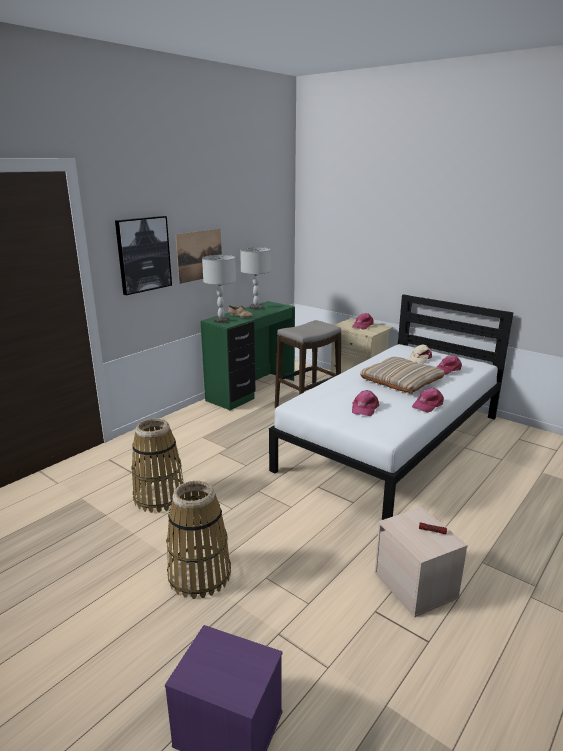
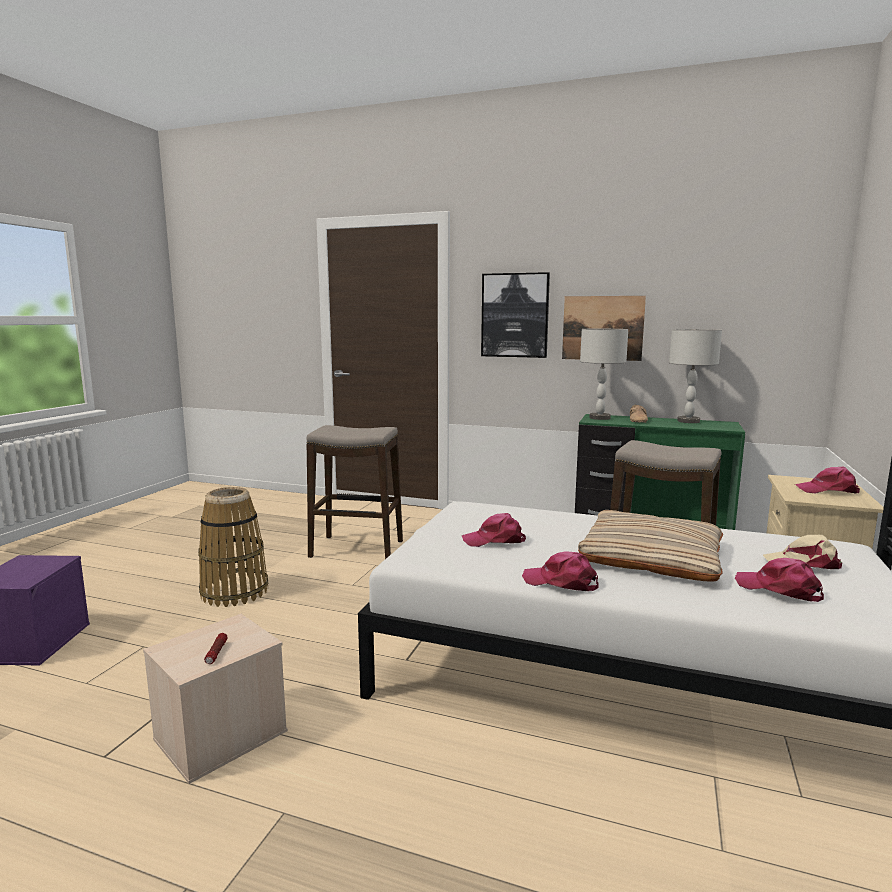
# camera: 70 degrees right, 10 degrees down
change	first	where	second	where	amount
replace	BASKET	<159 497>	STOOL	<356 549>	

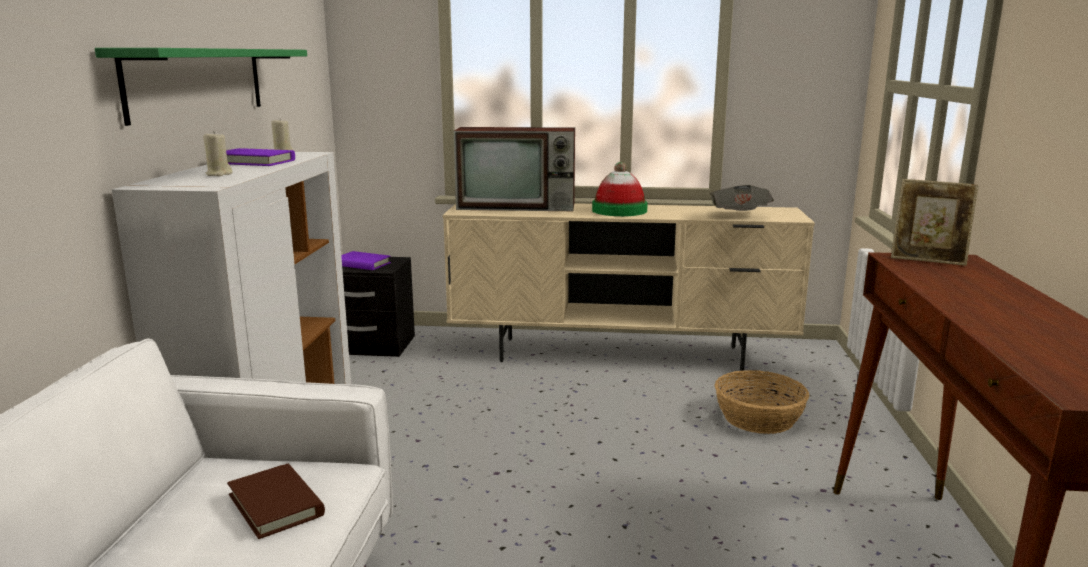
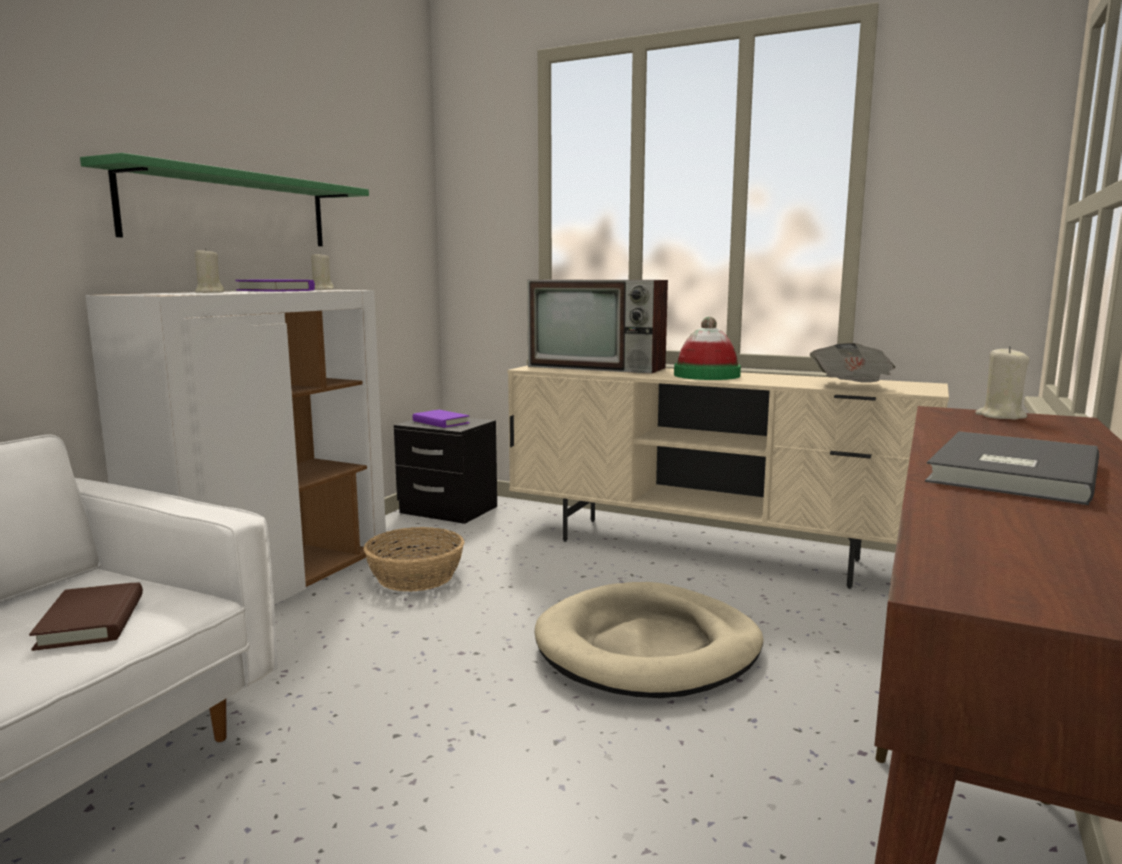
# camera: 20 degrees right, 5 degrees down
change	first	where	second	where	amount
move	BASKET	<758 418>		<416 576>	
insert			BEIGE DOG BED	<648 648>	
insert			GREY BOOK	<1008 472>	
replace	PICTURE FRAME	<928 259>	BEIGE CANDLE	<1000 416>	

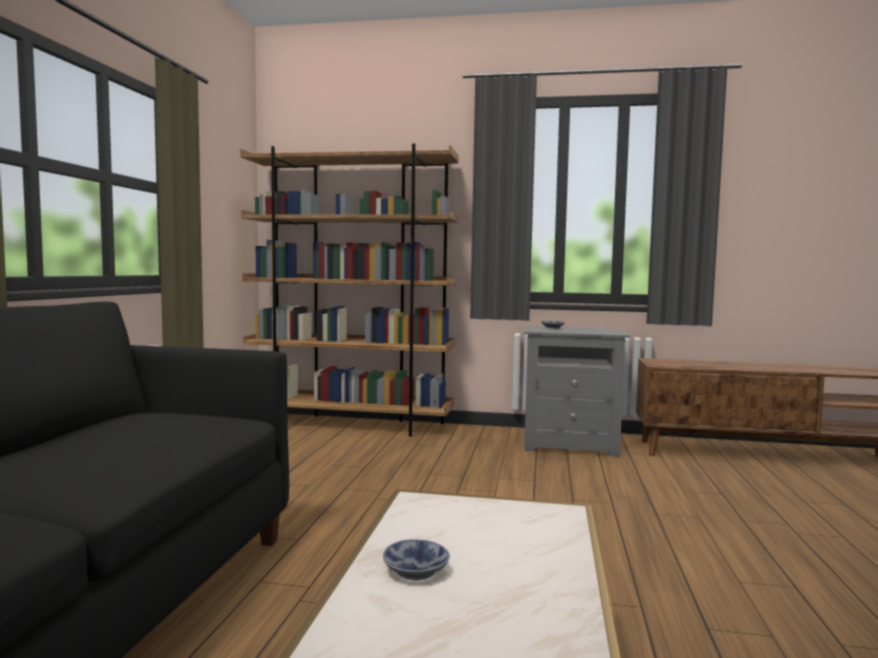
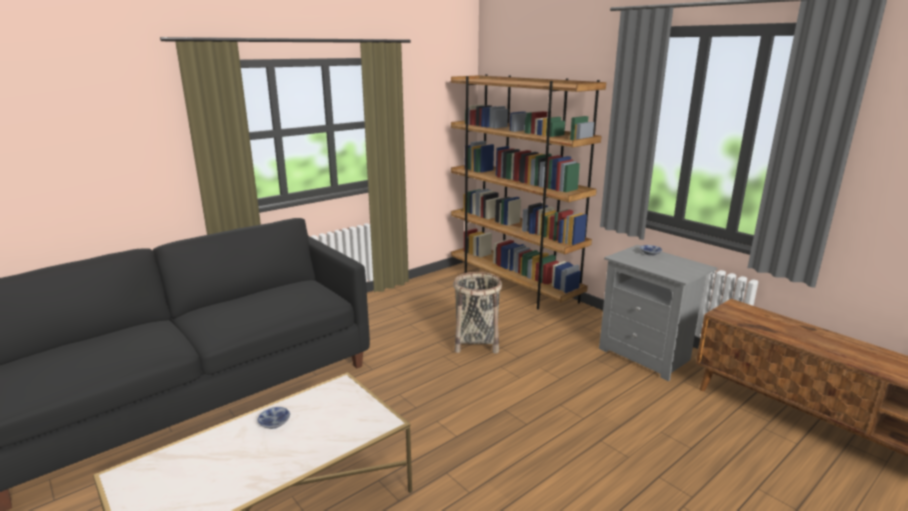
# camera: 40 degrees right, 15 degrees up
change	first	where	second	where	amount
insert			BASKET	<476 342>	

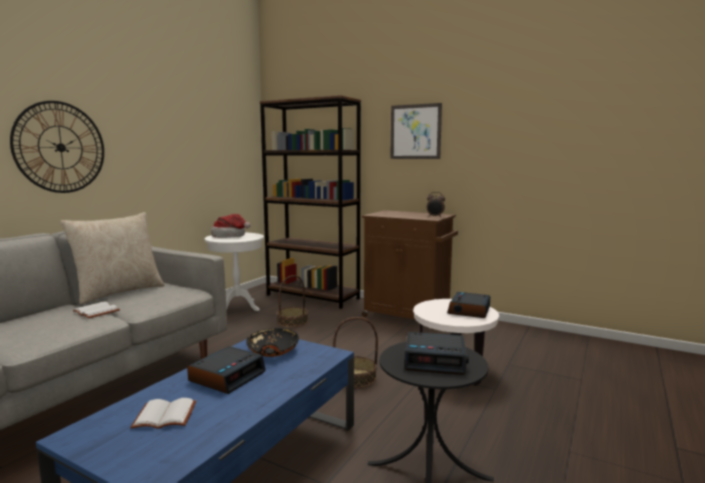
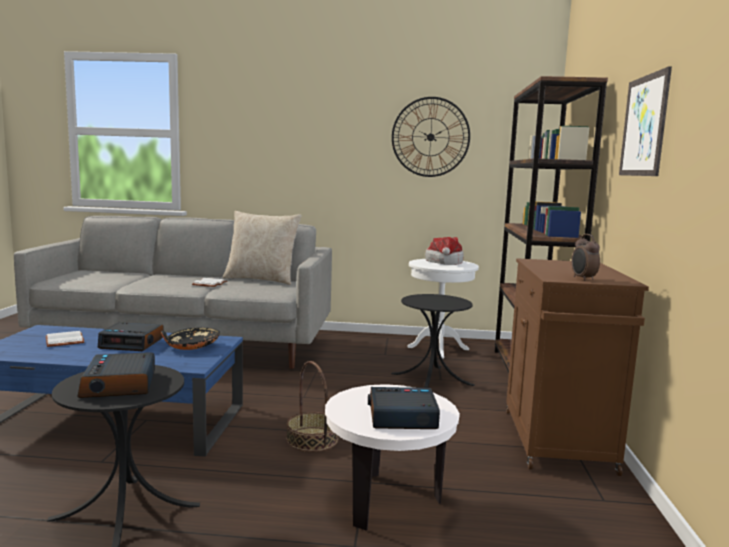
# camera: 65 degrees right, 0 degrees up
change	first	where	second	where	amount
replace	BASKET	<292 322>	BLACK SIDE TABLE	<432 379>	
move	WALL CLOCK	<60 147>		<430 137>	

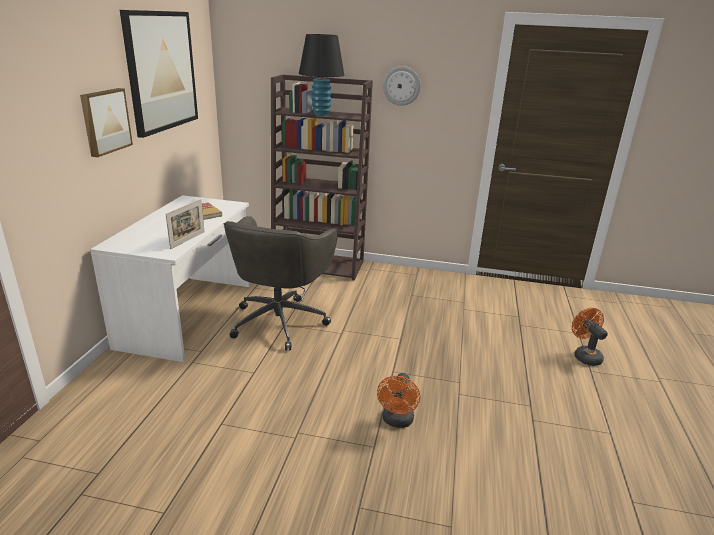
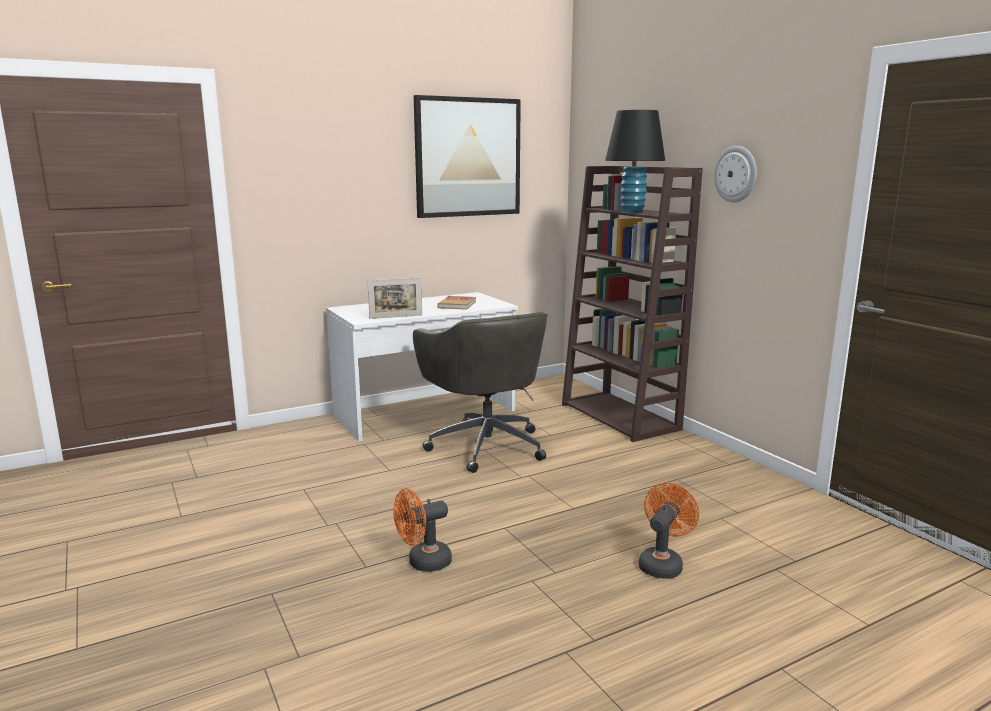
# camera: 50 degrees right, 10 degrees down
change	first	where	second	where	amount
rotate	GREY OFFICE CHAIR	<280 321>		<485 445>	90 degrees counterclockwise
move	ORANGE FAN	<584 355>		<662 563>	
delete	PICTURE	<105 121>			

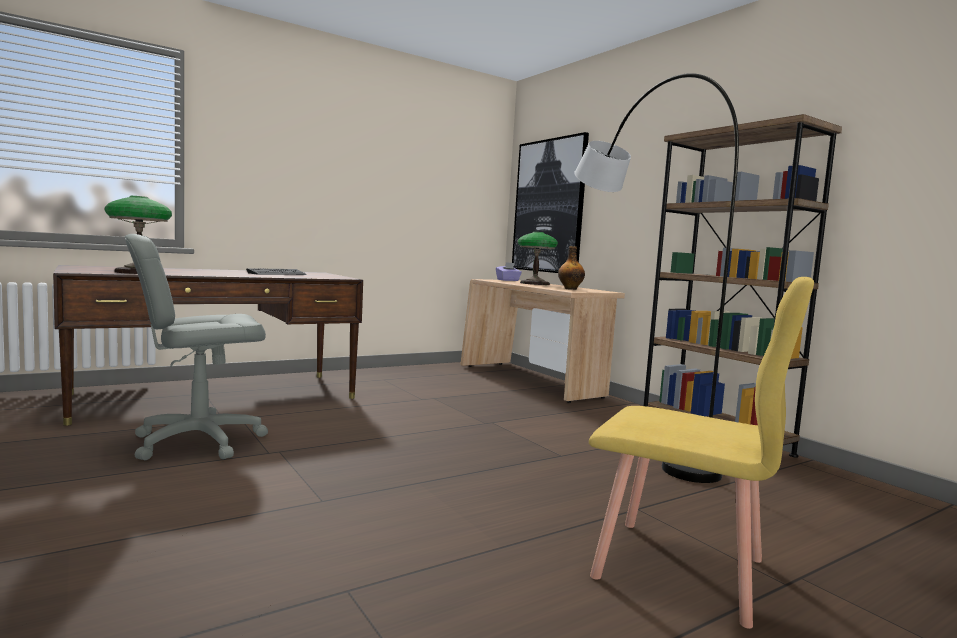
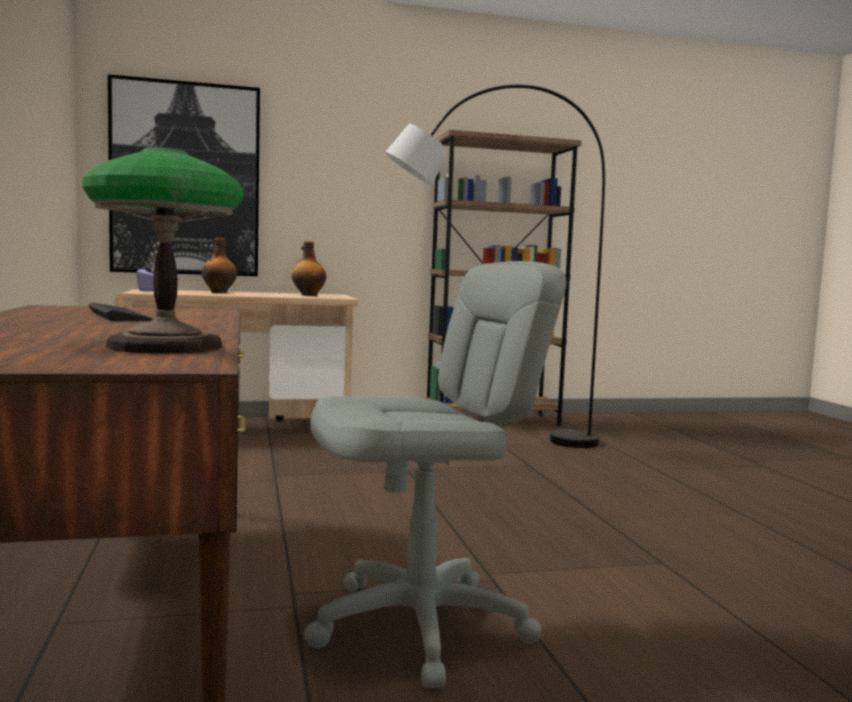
# camera: 70 degrees left, 0 degrees up
change	first	where	second	where	amount
replace	TABLE LAMP	<535 283>	BOTTLE	<219 292>	
rotate	GREY OFFICE CHAIR	<198 441>		<421 626>	105 degrees counterclockwise
delete	YELLOW CHAIR	<681 569>			

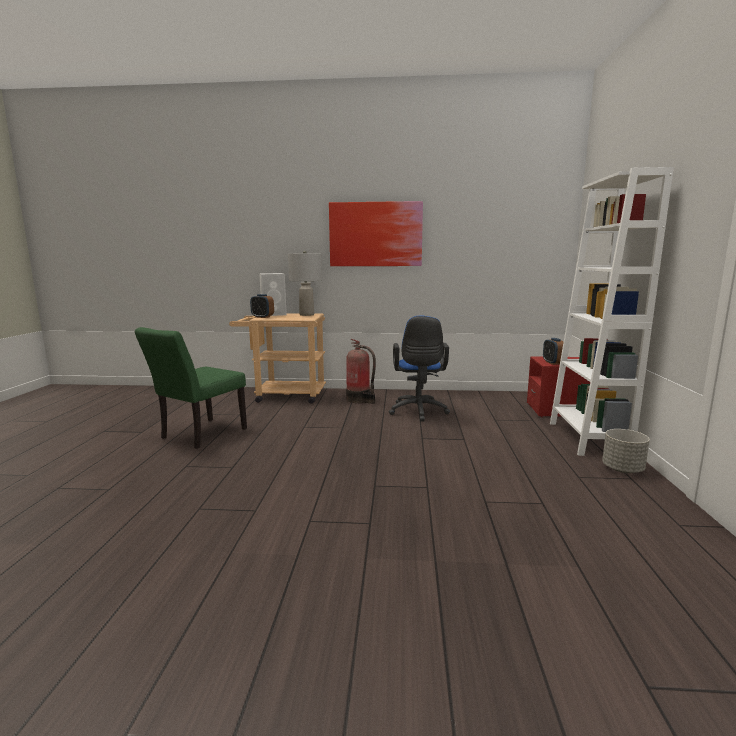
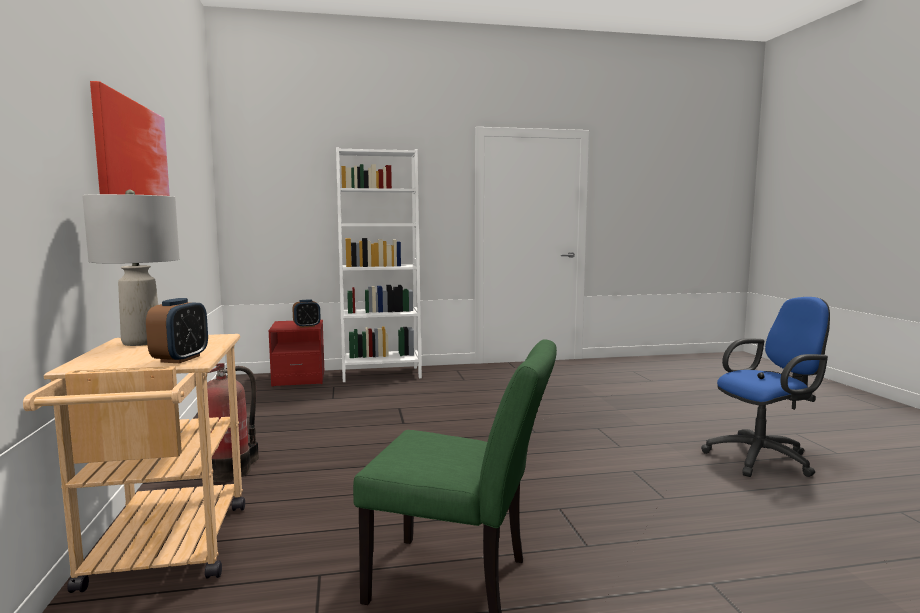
# camera: 105 degrees left, 5 degrees down
change	first	where	second	where	amount
move	BLUE OFFICE CHAIR	<418 412>		<764 458>	
delete	WHITE SPEAKER	<274 314>			
delete	GREY PLANTER	<623 469>			

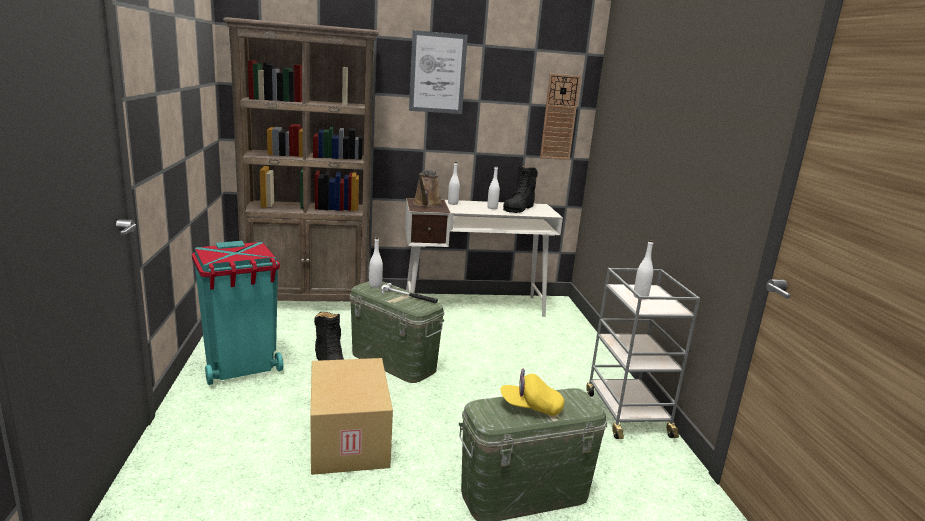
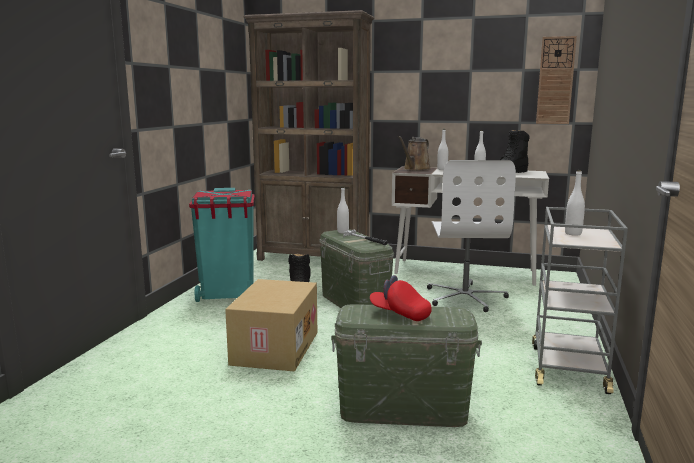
# camera: 25 degrees right, 5 degrees down
change	first	where	second	where	amount
recolor	YELLOW CAP	<530 407>	RED CAP	<400 314>	
insert			WHITE OFFICE CHAIR	<465 297>	
delete	PICTURE	<437 73>			

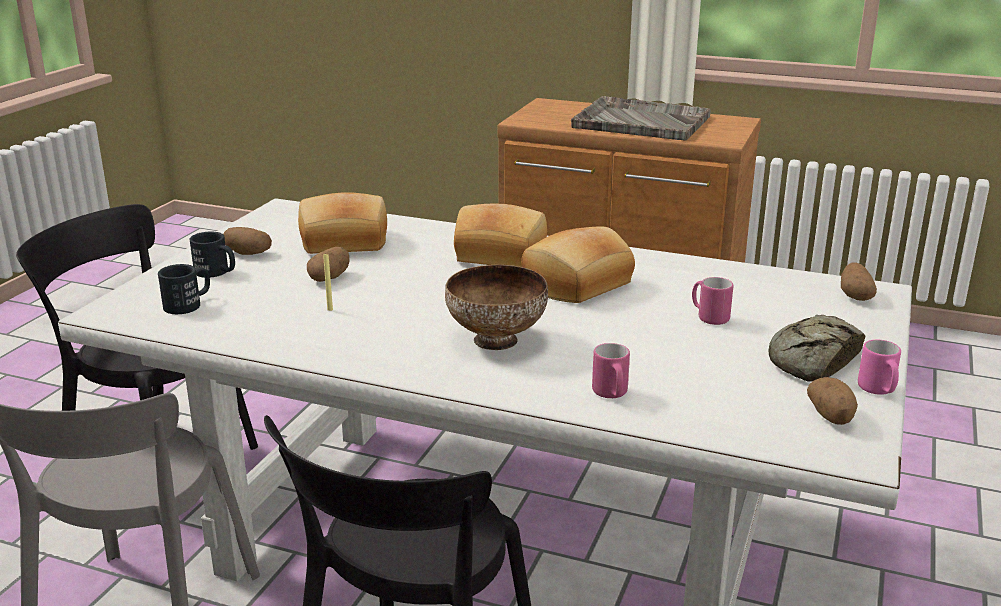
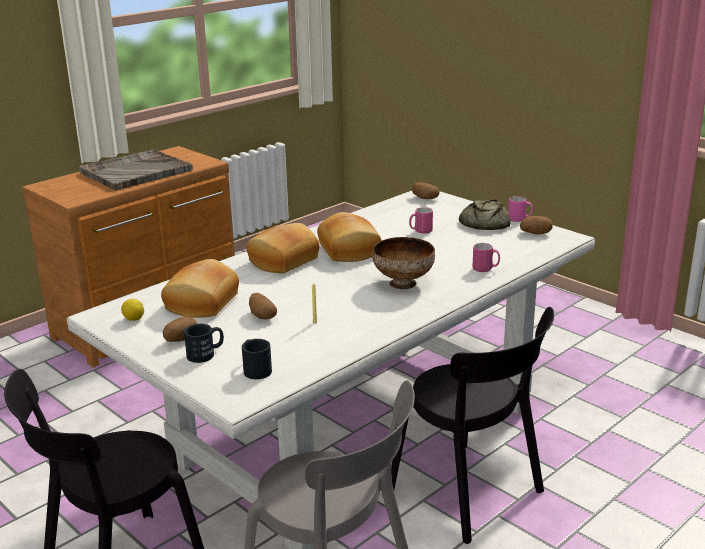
# camera: 65 degrees left, 0 degrees up
change	first	where	second	where	amount
insert			LEMON	<133 319>	

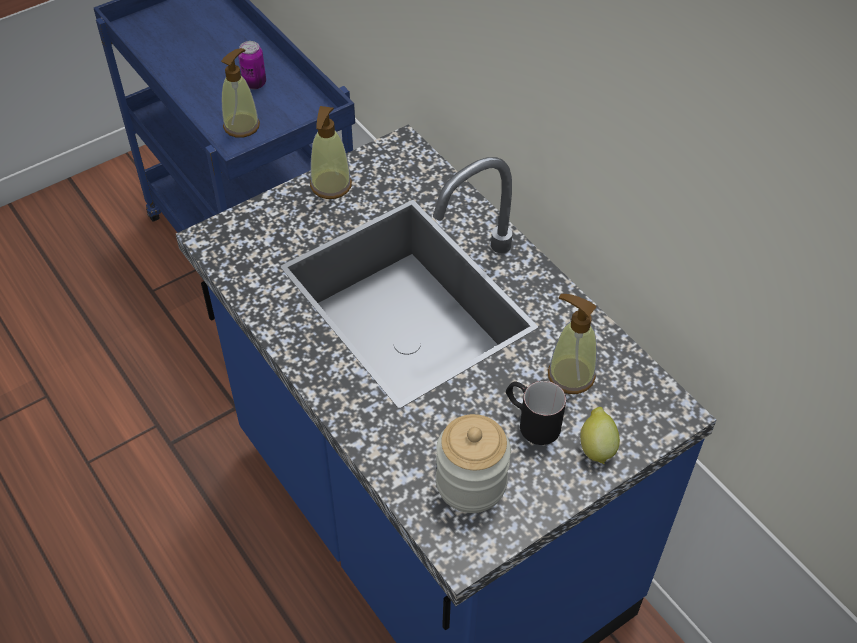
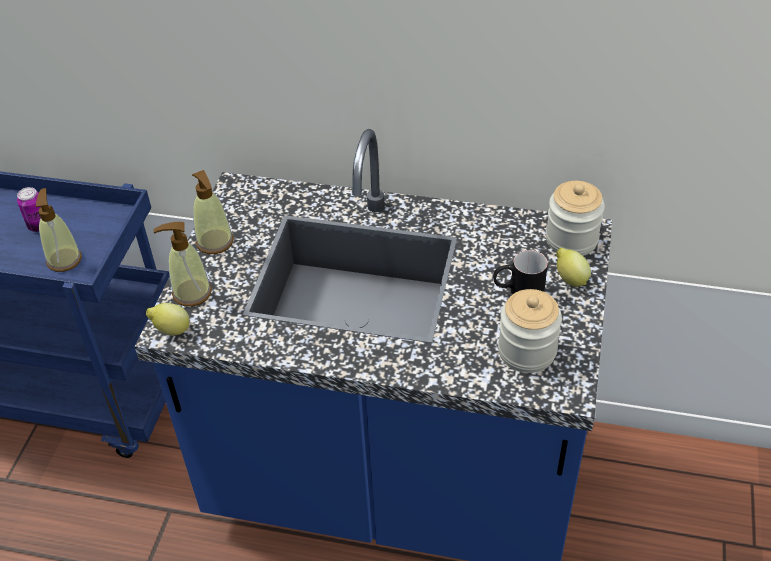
# camera: 40 degrees left, 5 degrees down
change	first	where	second	where	amount
insert			LEMON	<171 330>	
move	SOAP DISPENSER	<570 375>		<191 293>	
insert			JAR	<571 239>	

